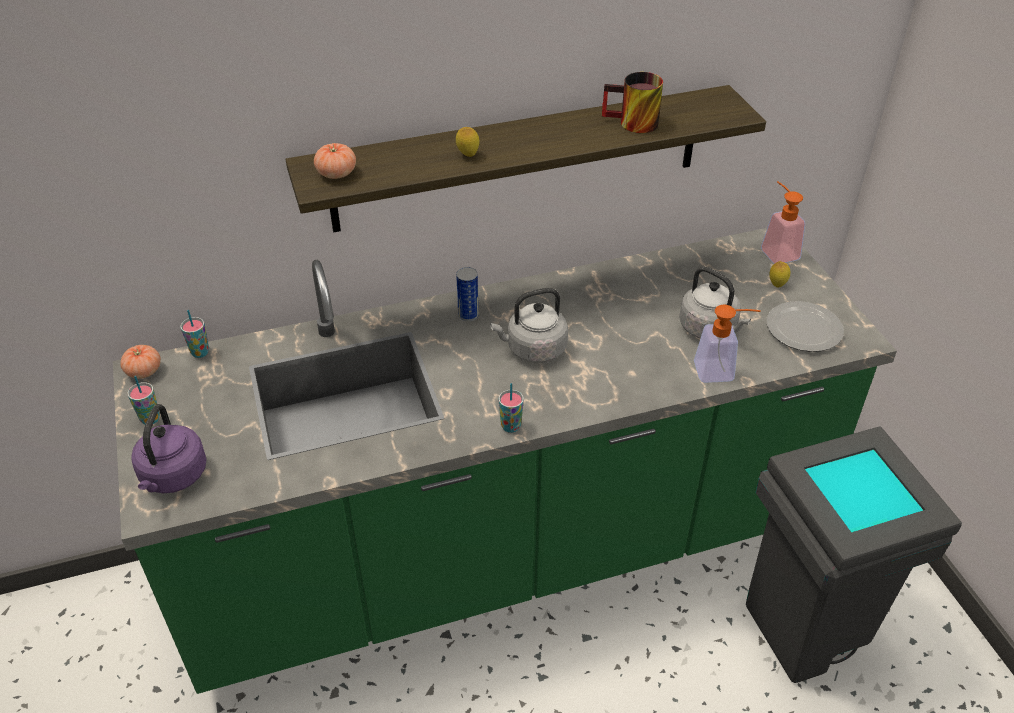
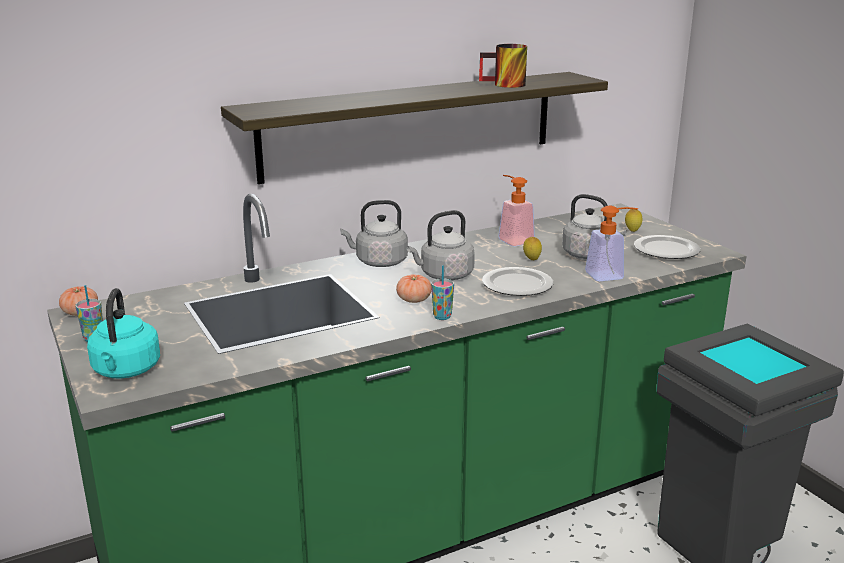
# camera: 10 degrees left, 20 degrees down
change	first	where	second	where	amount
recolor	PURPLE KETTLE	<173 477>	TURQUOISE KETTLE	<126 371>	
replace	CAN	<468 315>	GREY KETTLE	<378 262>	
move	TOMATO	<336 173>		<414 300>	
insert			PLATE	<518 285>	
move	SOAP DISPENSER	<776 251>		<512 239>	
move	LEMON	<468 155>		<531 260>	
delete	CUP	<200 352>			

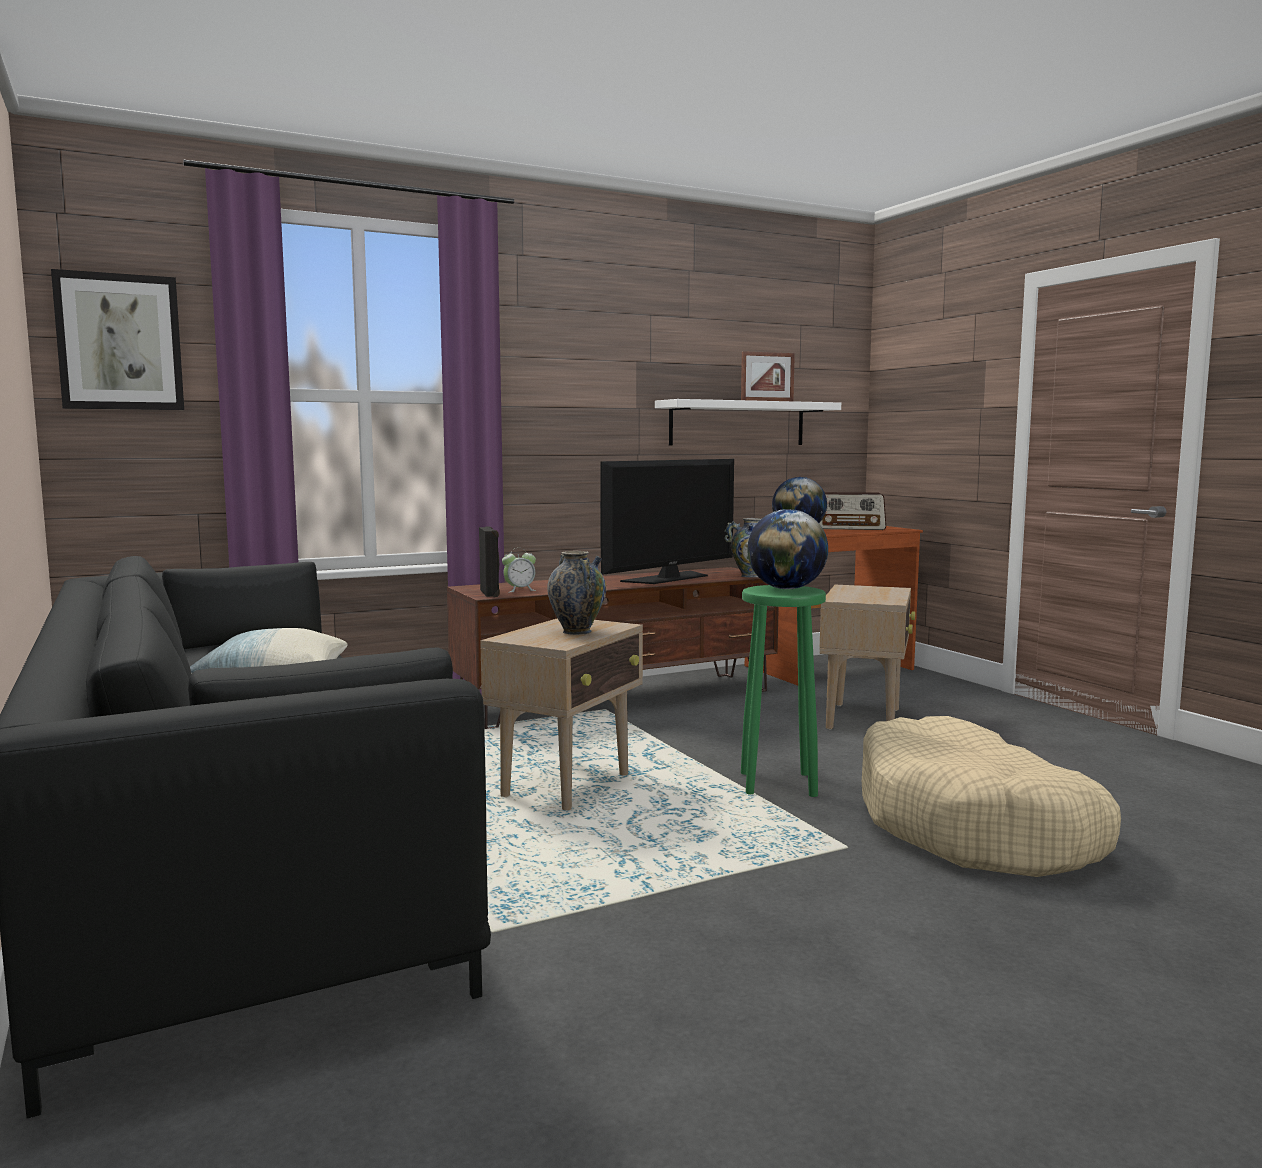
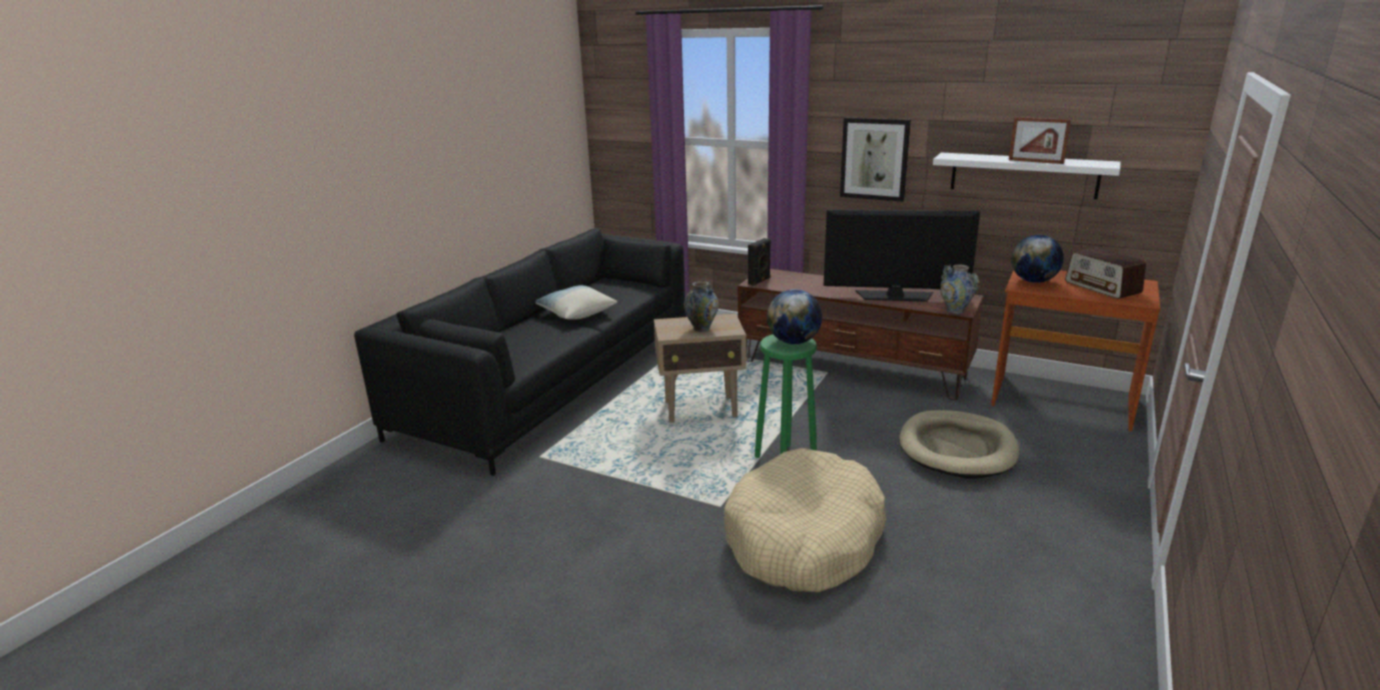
# camera: 55 degrees right, 15 degrees up
change	first	where	second	where	amount
move	PICTURE	<120 342>		<874 159>	
replace	BEIGE SIDE TABLE	<864 719>	BEIGE DOG BED	<957 448>	
delete	ALARM CLOCK	<519 590>			

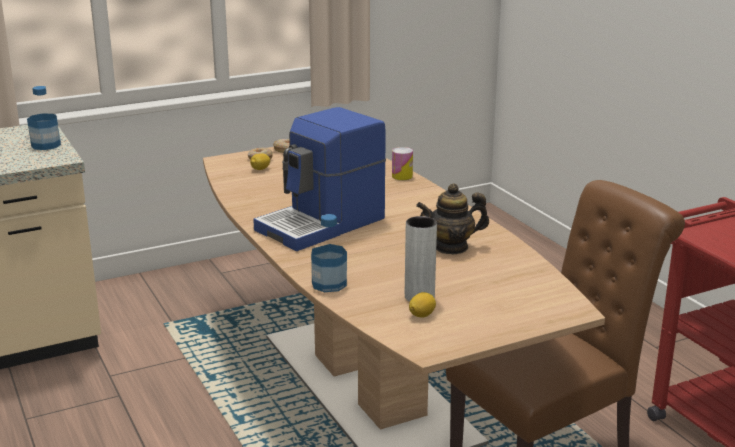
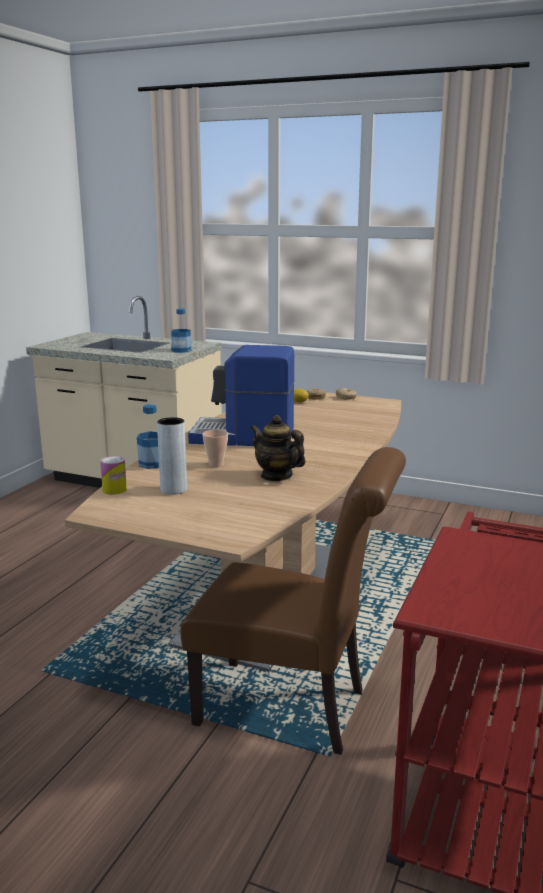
# camera: 50 degrees right, 5 degrees down
change	first	where	second	where	amount
move	CAN	<402 176>		<114 490>	
insert			CUP	<216 464>	
delete	LEMON	<422 315>			

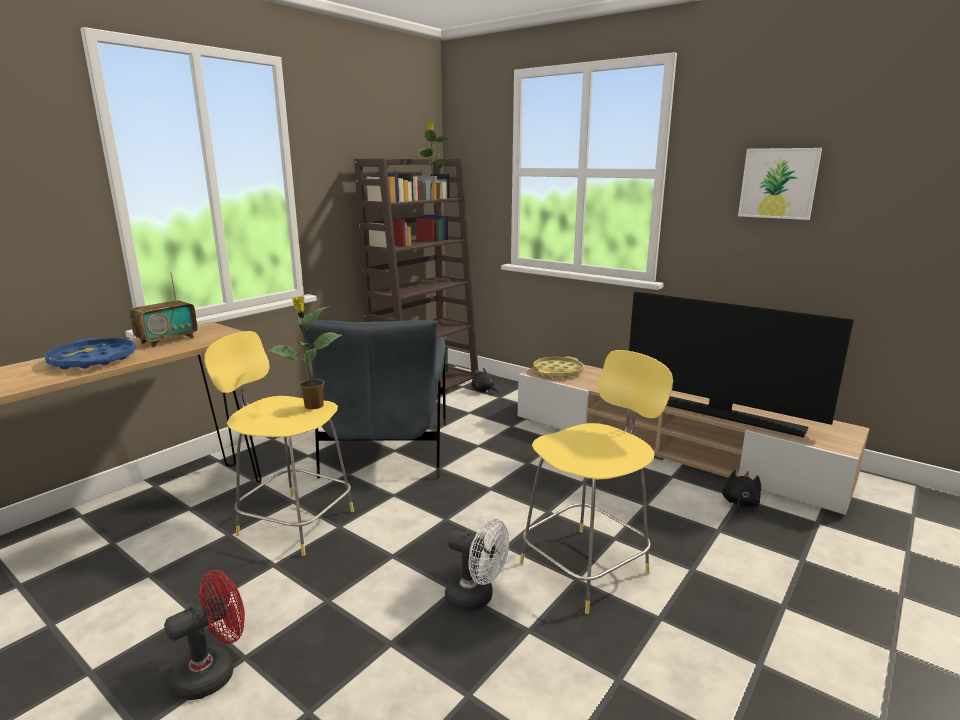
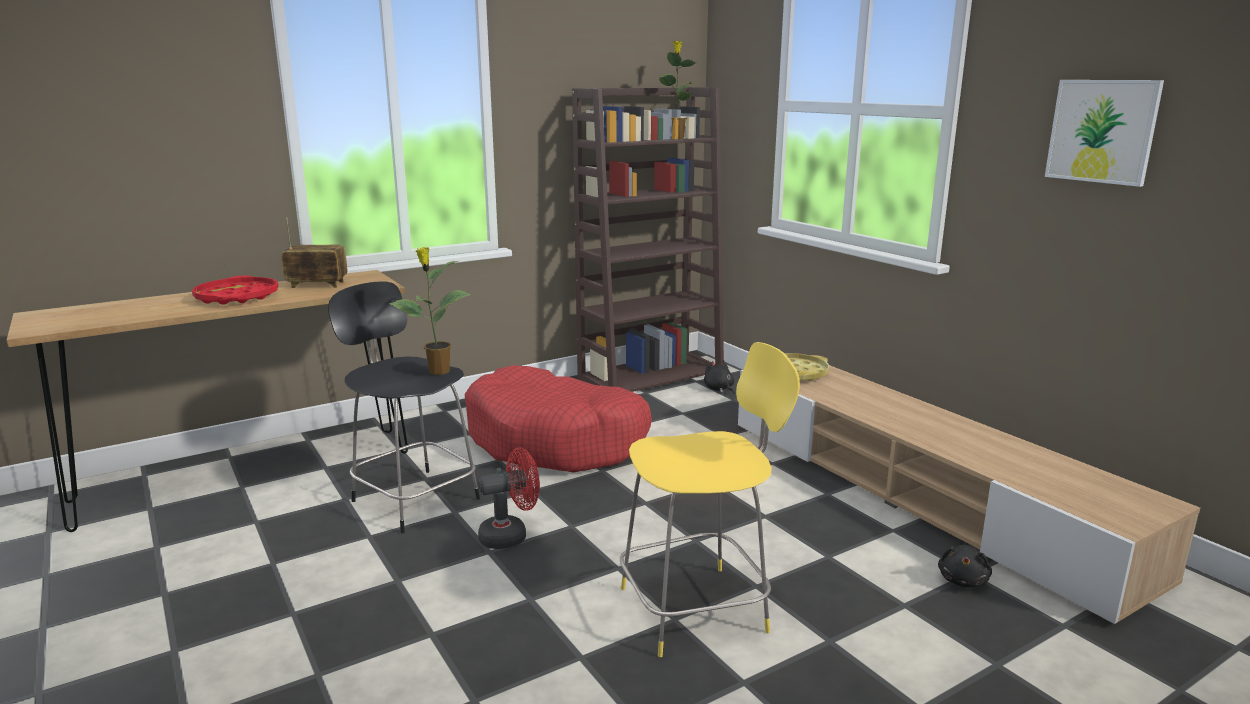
# camera: 20 degrees right, 0 degrees up
change	first	where	second	where	amount
recolor	BLUE TRAY	<93 360>	RED TRAY	<237 297>	
rotate	RADIO	<167 340>		<317 285>	150 degrees counterclockwise
recolor	YELLOW STOOL	<293 521>	BLACK STOOL	<413 498>	
replace	GREY ARMCHAIR	<386 450>	RED DOG BED	<557 441>	
move	RED FAN	<214 671>		<511 535>	
rotate	BLACK PLUSH TOY	<739 504>		<963 580>	150 degrees clockwise
delete	WHITE FAN	<476 598>			
delete	TELEVISION	<720 413>			

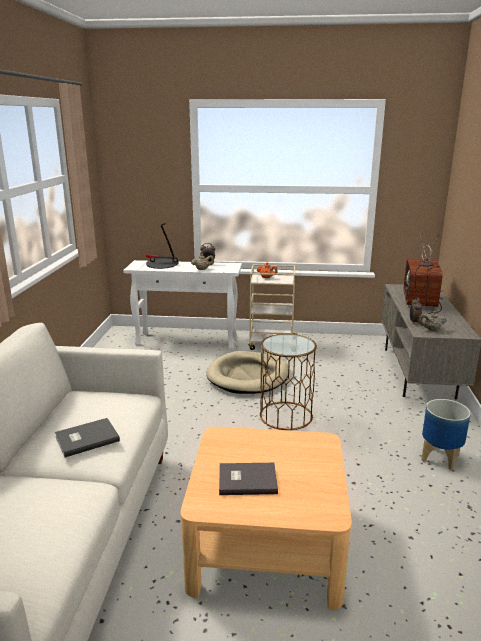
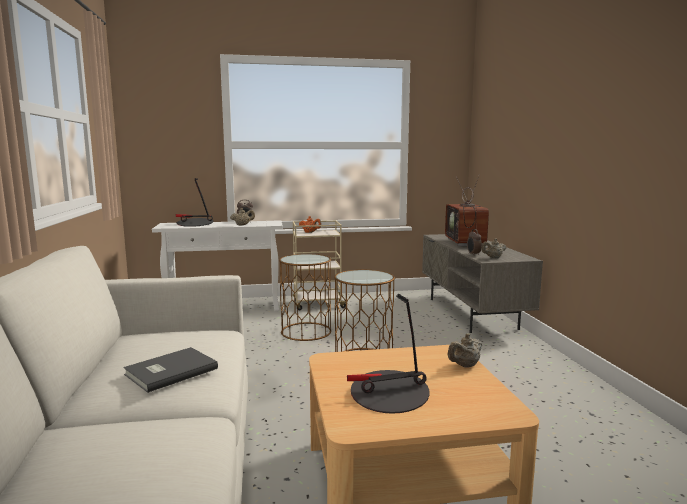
# camera: 15 degrees left, 10 degrees down
change	first	where	second	where	amount
replace	BEIGE DOG BED	<248 376>	BROWN SIDE TABLE	<306 331>	
replace	GREY BOOK	<246 479>	TABLE LAMP	<389 394>	
insert			BEIGE TEAPOT	<465 366>	
delete	PLANTER	<440 458>			

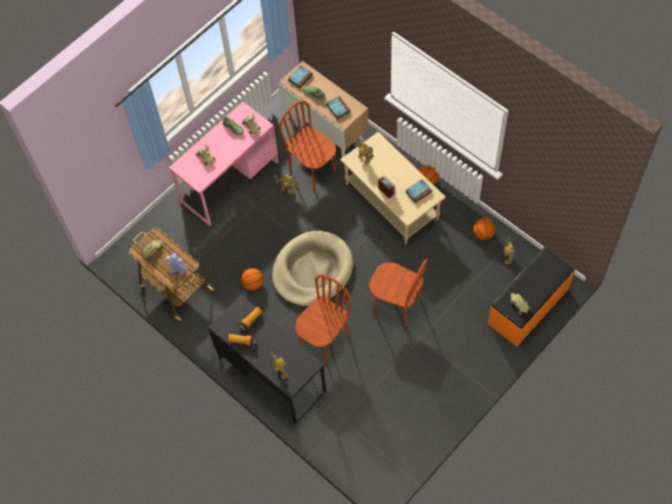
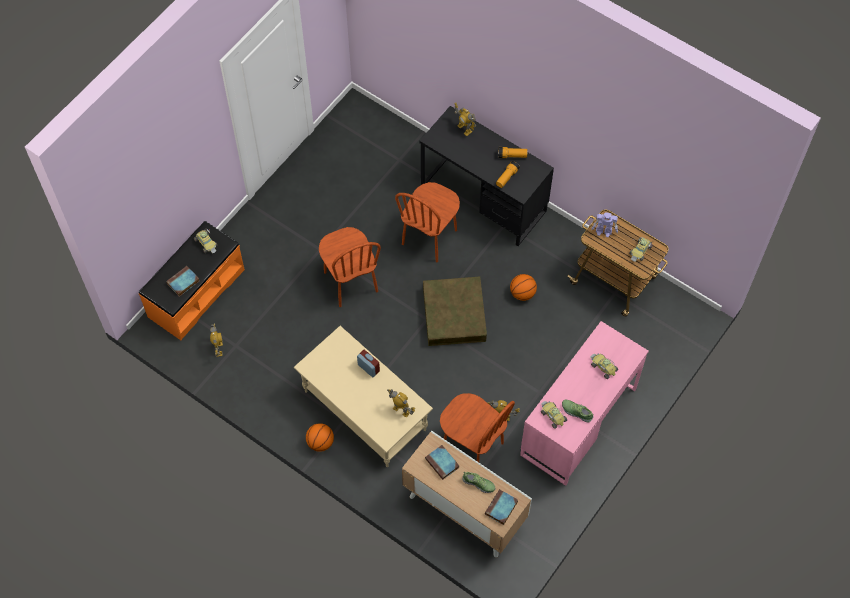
# camera: 170 degrees right, 0 degrees up
change	first	where	second	where	amount
move	BOOK	<419 191>		<183 283>	
rotate	BROWN CHAIR	<396 305>		<350 282>	135 degrees counterclockwise
replace	BEIGE DOG BED	<312 270>	BROWN STORAGE BOX	<454 314>	
delete	BASKETBALL	<483 234>			

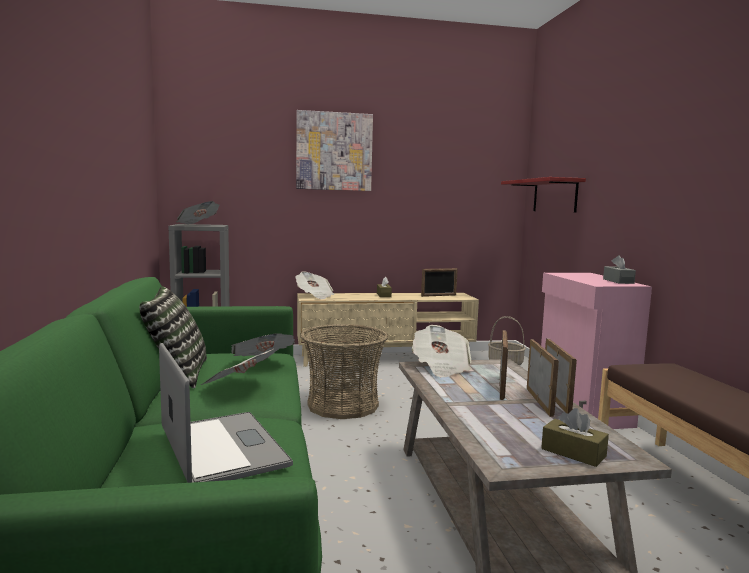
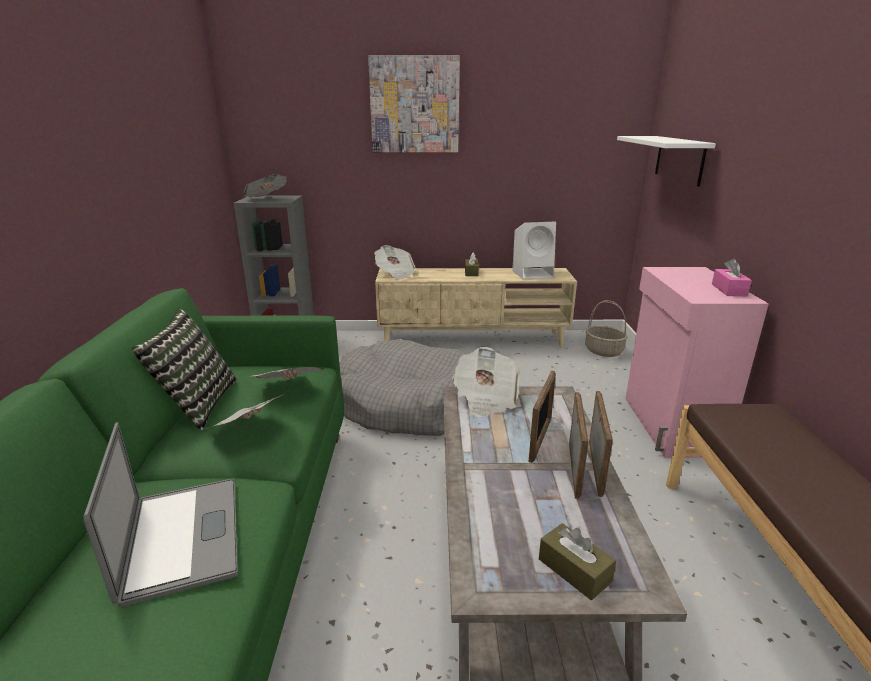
# camera: 10 degrees right, 15 degrees up
change	first	where	second	where	amount
replace	BASKET	<343 405>	GREY DOG BED	<406 404>	
replace	PICTURE FRAME	<439 295>	WHITE SPEAKER	<533 273>	
recolor	RED SHELF	<554 196>	WHITE SHELF	<679 159>	
recolor	GREY TISSUE BOX	<618 281>	PINK TISSUE BOX	<729 290>	

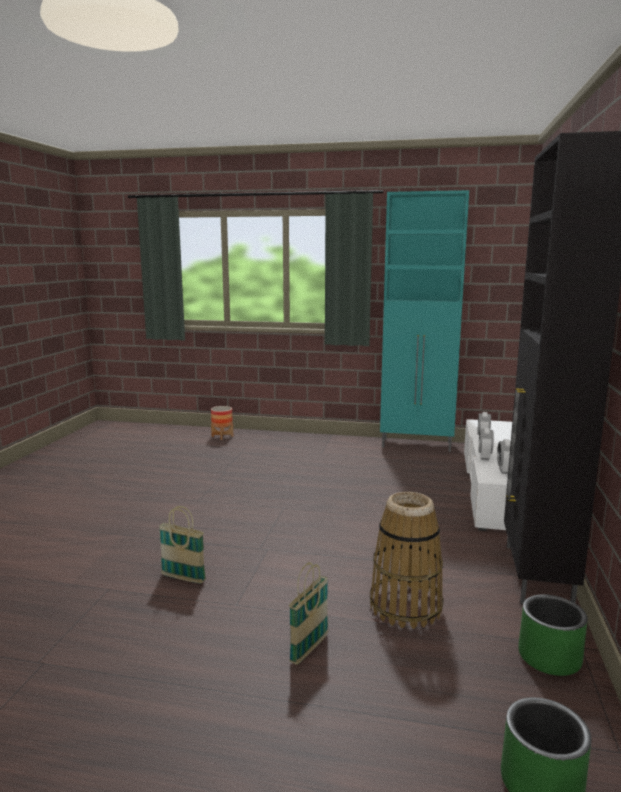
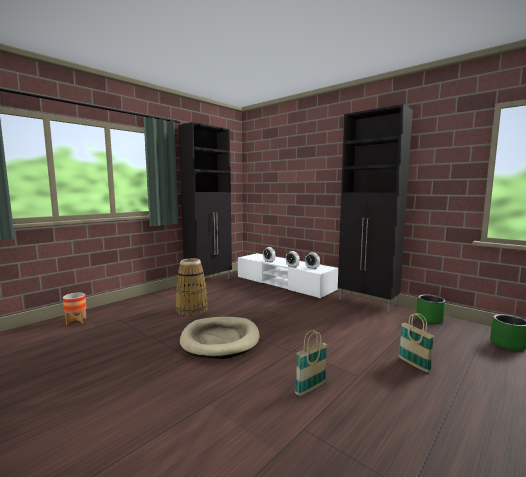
# camera: 60 degrees left, 5 degrees down
change	first	where	second	where	amount
move	BASKET	<406 606>		<192 309>	
recolor	TURQUOISE CABINET	<417 445>	BLACK CABINET	<209 281>	
insert			BEIGE DOG BED	<220 340>	

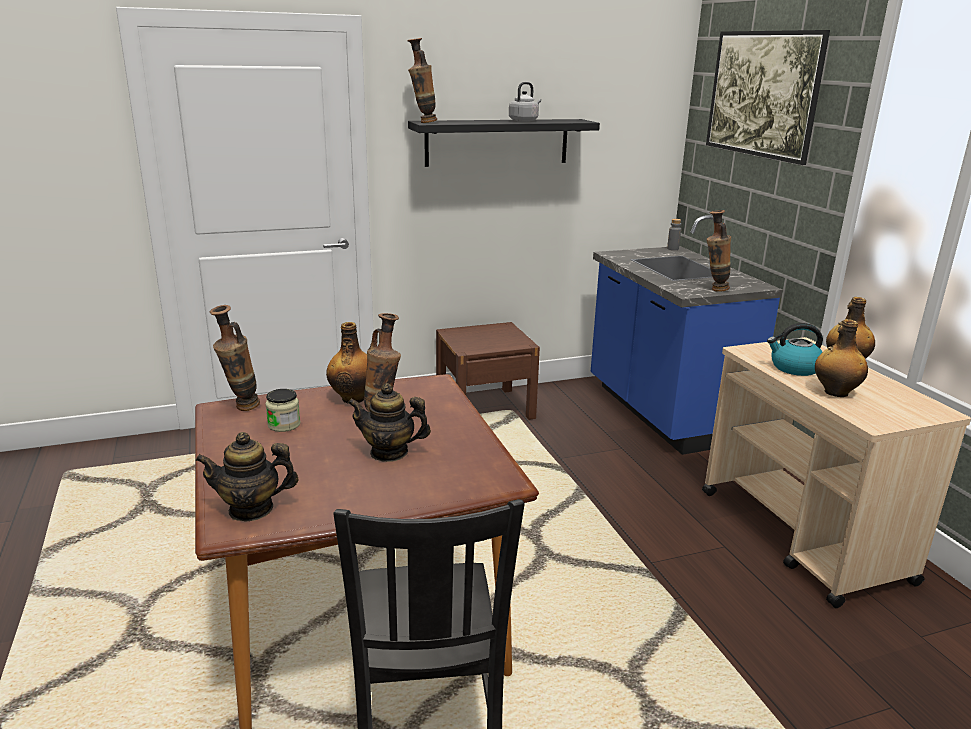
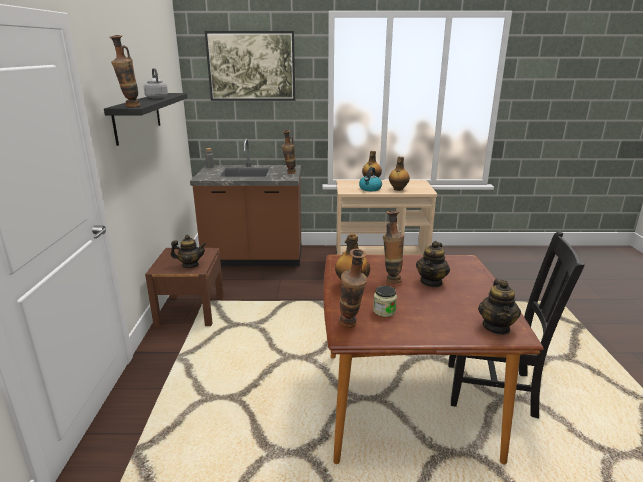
# camera: 70 degrees left, 0 degrees up
change	first	where	second	where	amount
insert			TEAPOT	<190 265>	
recolor	BLUE COUNTER	<663 413>	BROWN COUNTER	<254 258>	

